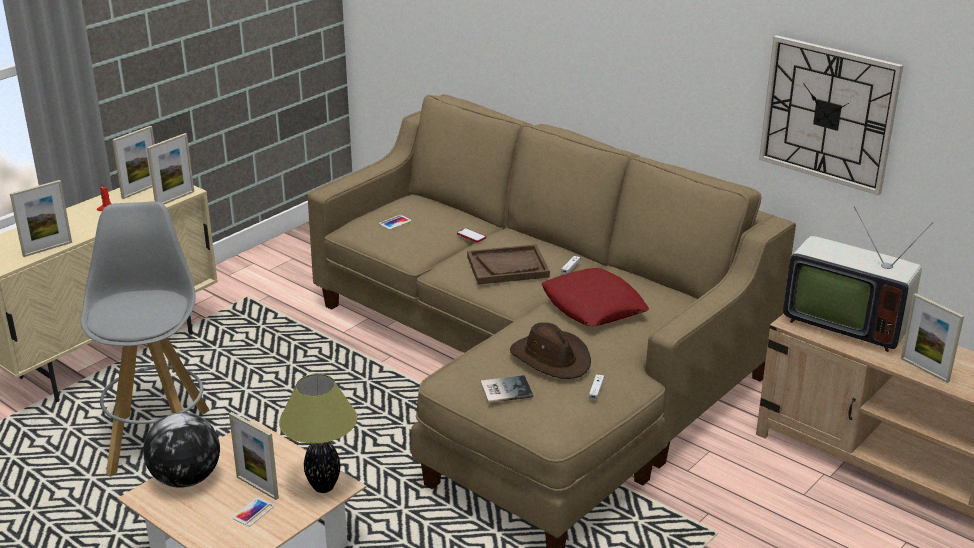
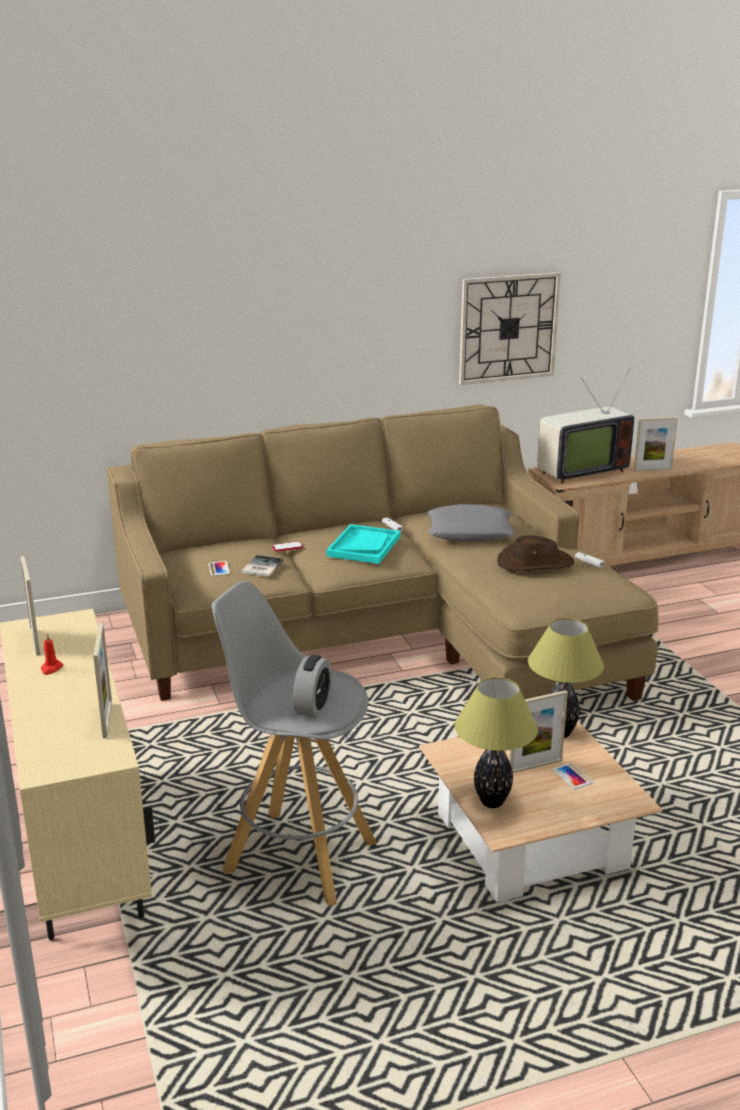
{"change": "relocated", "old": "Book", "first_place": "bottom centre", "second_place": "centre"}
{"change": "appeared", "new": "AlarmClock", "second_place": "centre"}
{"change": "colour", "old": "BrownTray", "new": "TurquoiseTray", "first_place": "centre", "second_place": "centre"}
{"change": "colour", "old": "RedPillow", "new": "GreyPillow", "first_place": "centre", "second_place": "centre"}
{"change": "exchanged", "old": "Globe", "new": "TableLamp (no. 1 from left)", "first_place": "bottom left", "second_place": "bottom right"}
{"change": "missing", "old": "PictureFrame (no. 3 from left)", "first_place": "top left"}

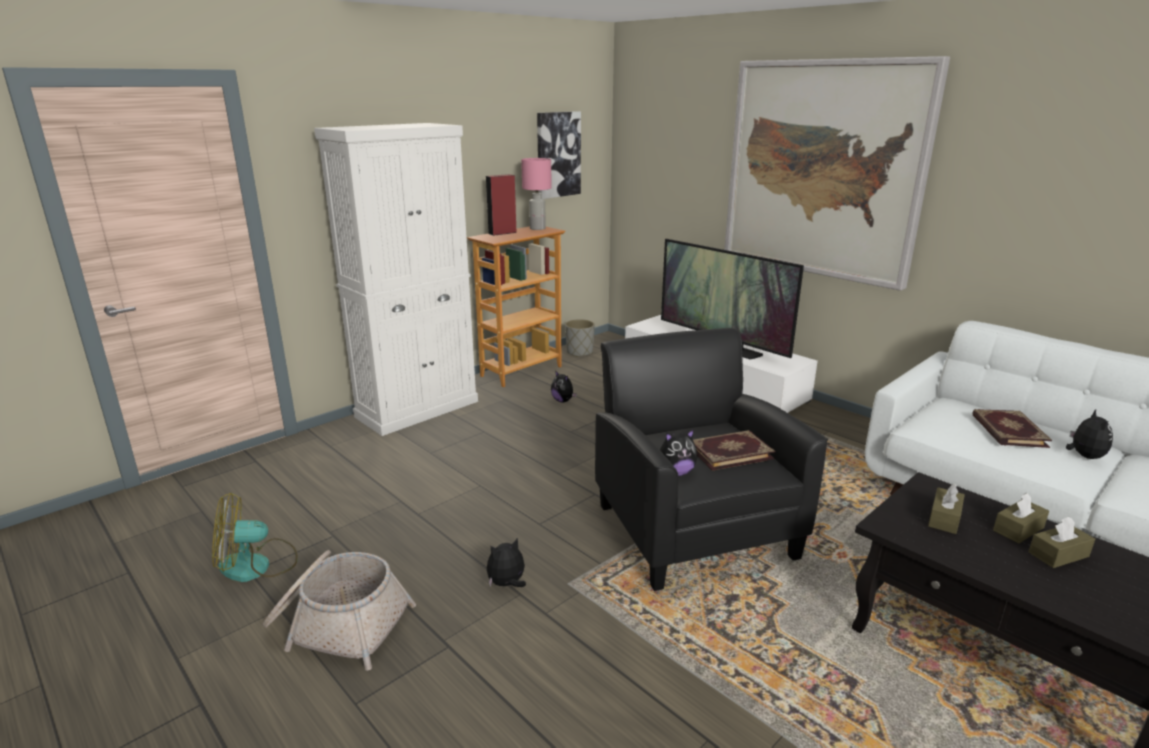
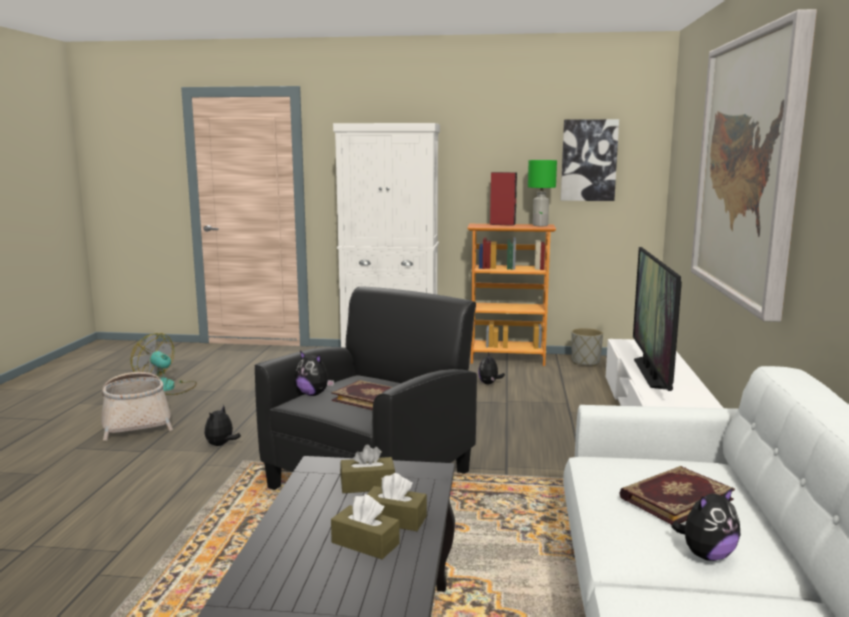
{"change": "spun", "old": "PlushToy (no. 1 from left)", "first_place": "bottom centre", "second_place": "bottom left", "degrees": -90}
{"change": "colour", "old": "PinkTableLamp", "new": "GreenTableLamp", "first_place": "top centre", "second_place": "top centre"}

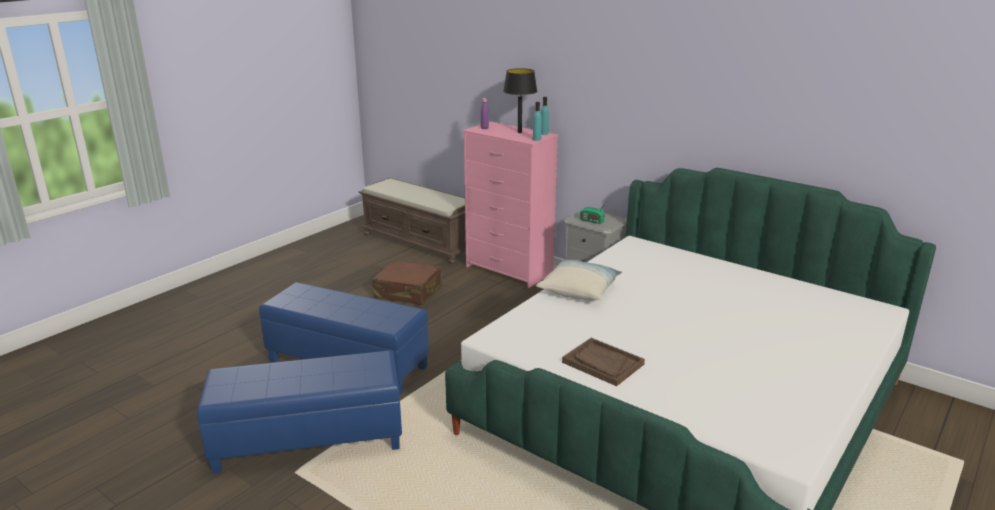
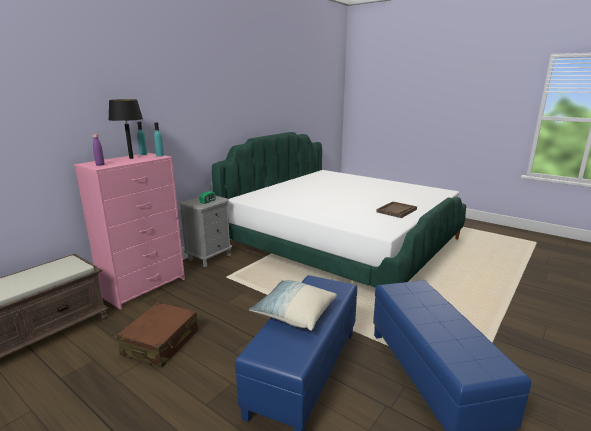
{"change": "relocated", "old": "Pillow", "first_place": "centre", "second_place": "bottom centre"}

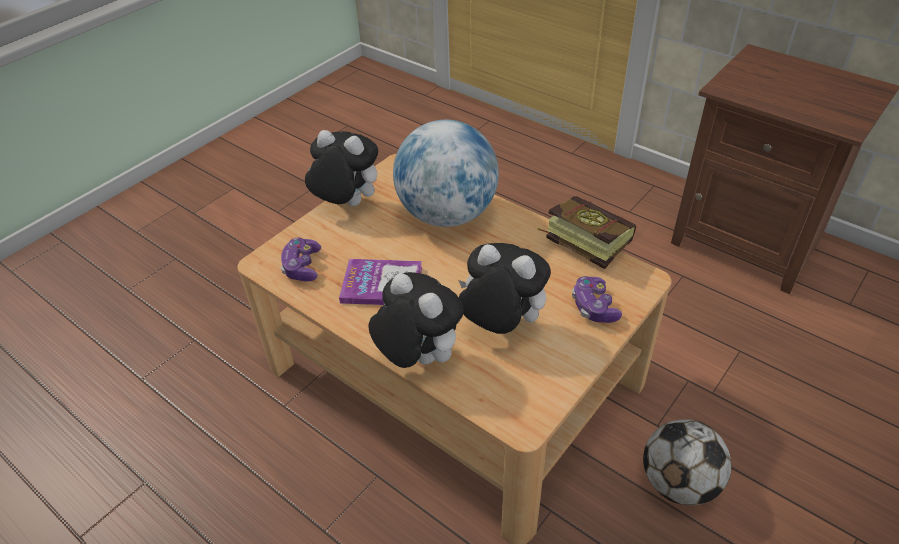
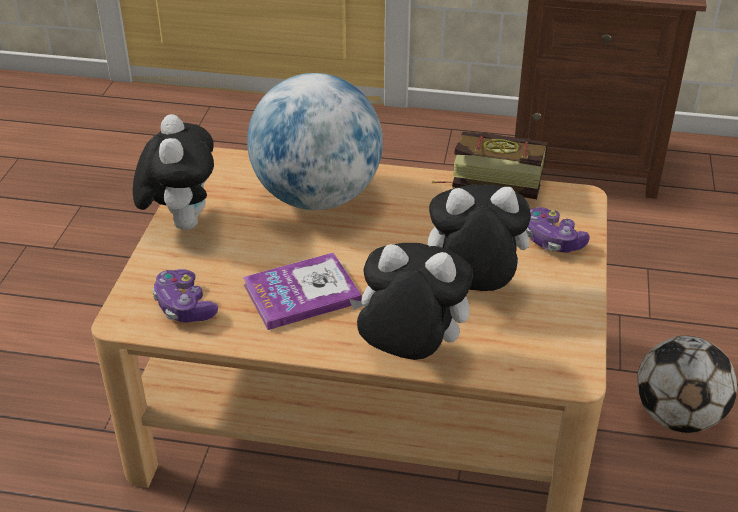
{"change": "spun", "old": "PlushToy (no. 1 from left)", "first_place": "top centre", "second_place": "middle left", "degrees": 90}

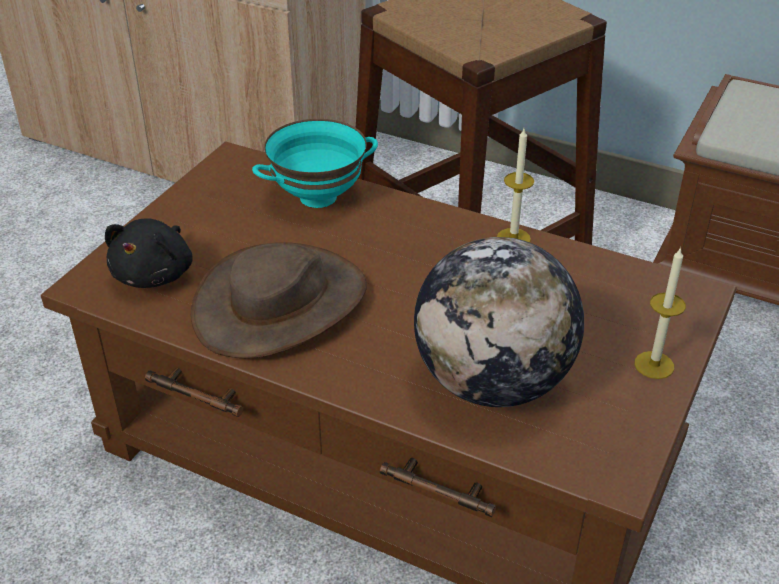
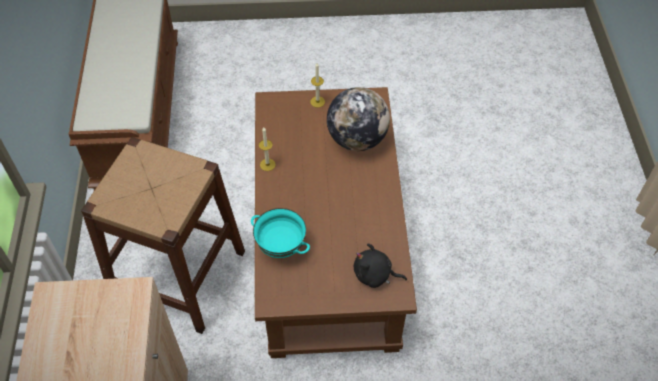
{"change": "spun", "old": "BlackPlushToy", "first_place": "middle left", "second_place": "bottom centre", "degrees": -150}
{"change": "missing", "old": "BrownHat", "first_place": "centre"}

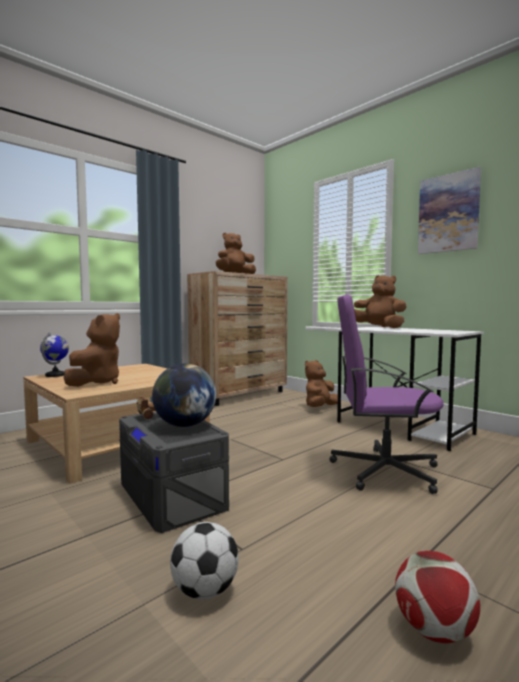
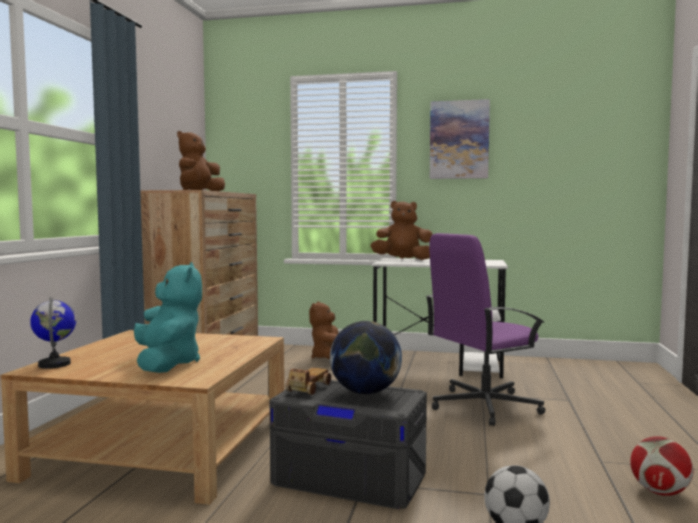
{"change": "colour", "old": "BrownPlushToy (no. 1 from left)", "new": "TurquoisePlushToy", "first_place": "middle left", "second_place": "middle left"}

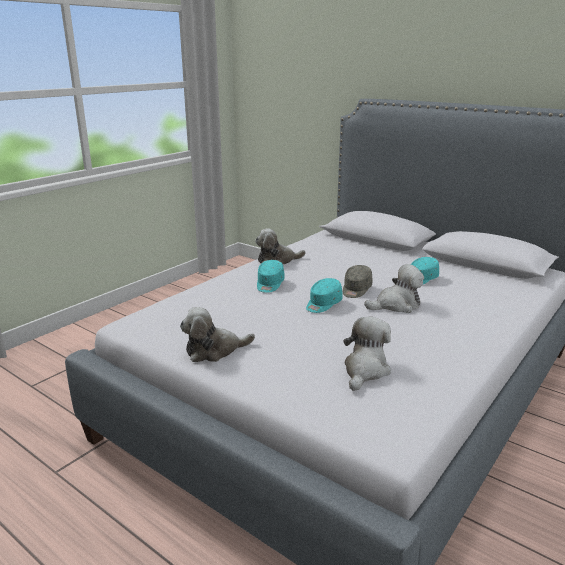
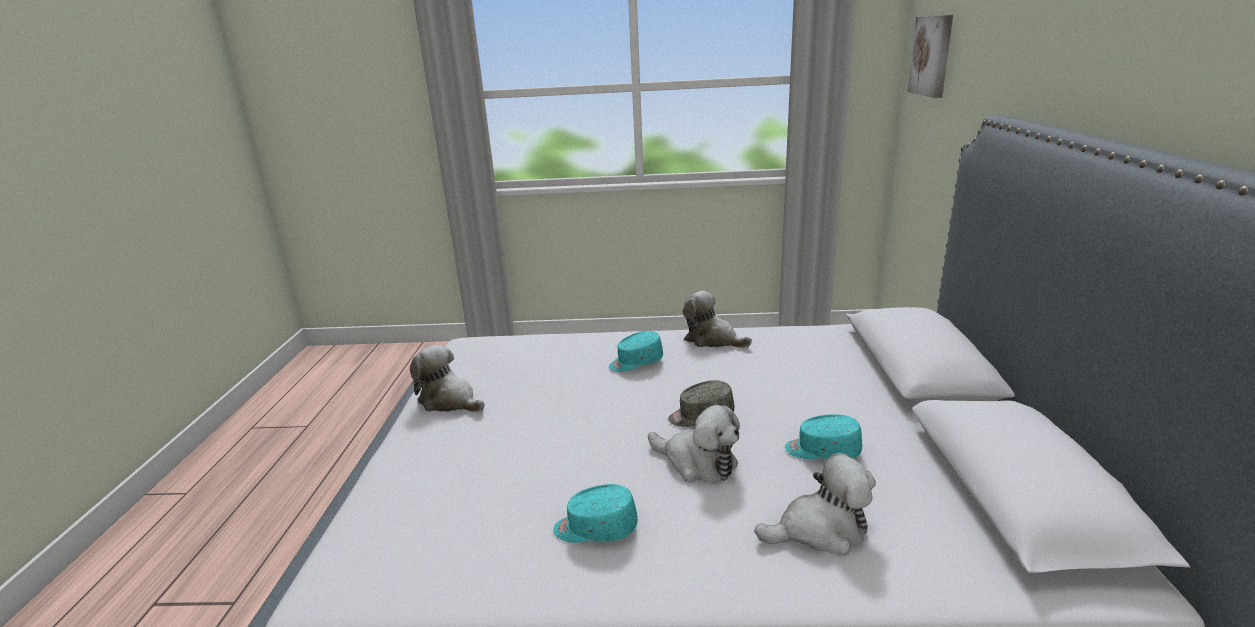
{"change": "relocated", "old": "TurquoiseCap (no. 2 from left in the first image)", "new": "TurquoiseCap (no. 1 from left)", "first_place": "centre", "second_place": "bottom centre"}
{"change": "relocated", "old": "PlushToy (no. 3 from left in the first image)", "new": "PlushToy (no. 4 from left)", "first_place": "centre", "second_place": "bottom centre"}
{"change": "appeared", "new": "Picture", "second_place": "top right"}

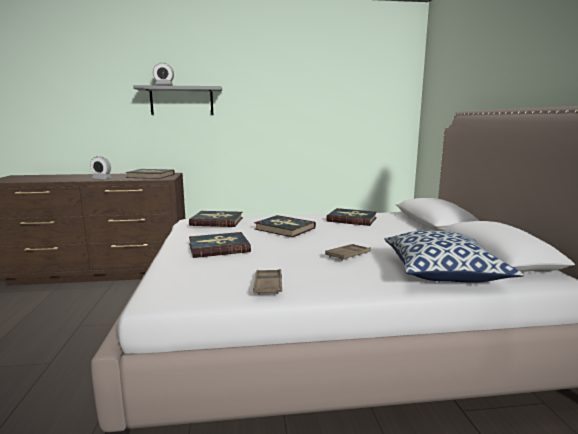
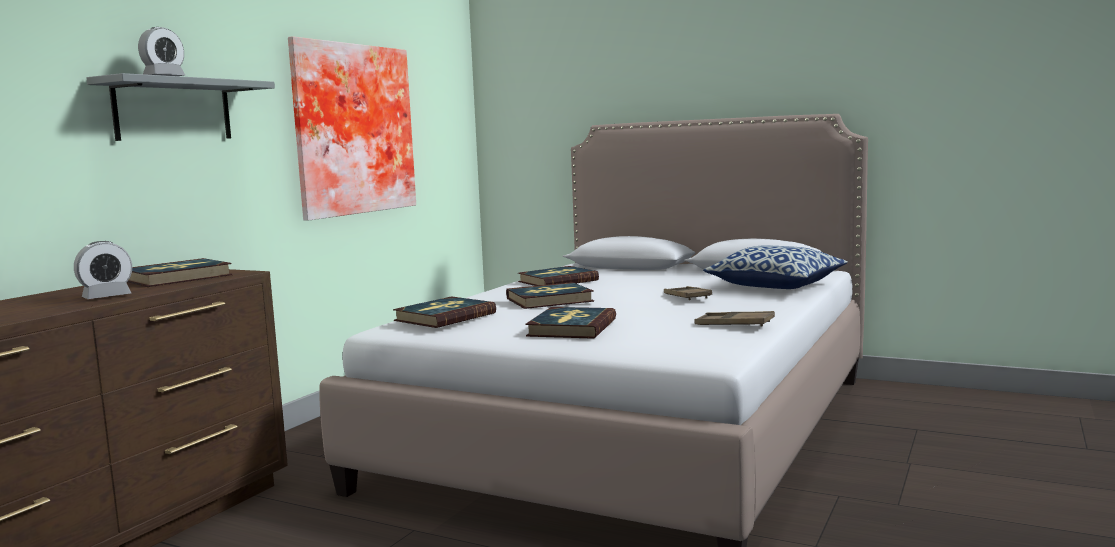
{"change": "appeared", "new": "Picture", "second_place": "top left"}

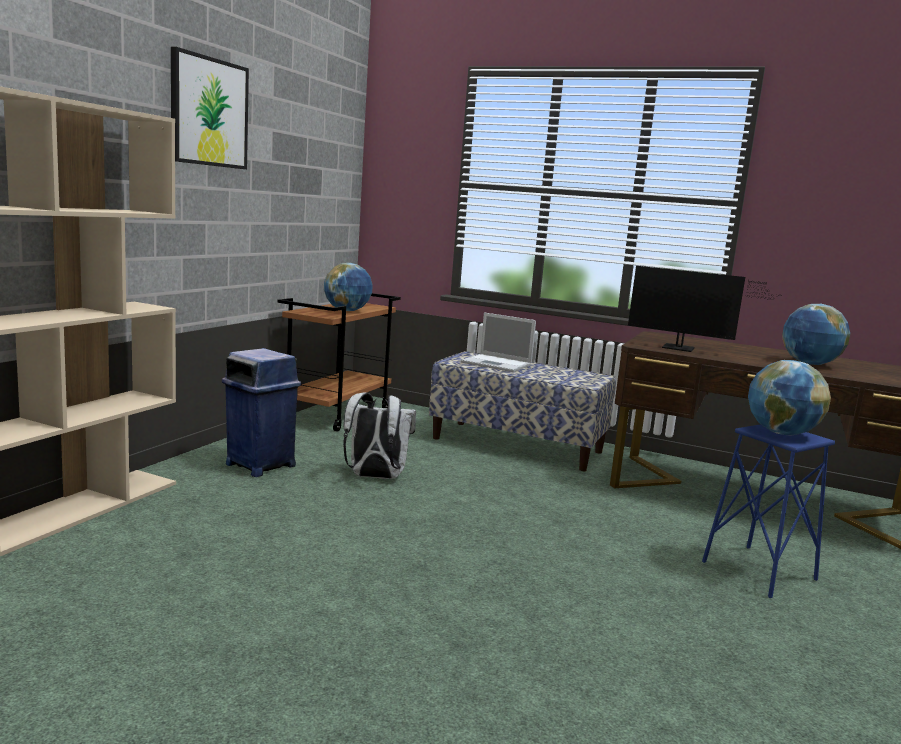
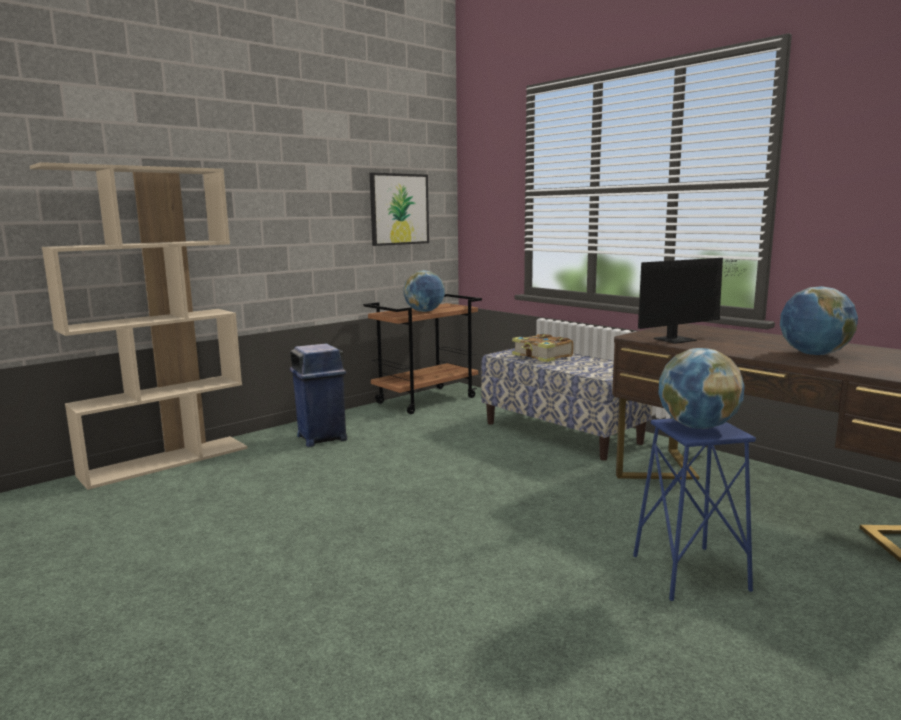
{"change": "relocated", "old": "Picture", "first_place": "top left", "second_place": "top centre"}
{"change": "exchanged", "old": "Laptop", "new": "Book", "first_place": "centre", "second_place": "centre"}
{"change": "spun", "old": "Monitor", "first_place": "middle right", "second_place": "middle right", "degrees": -75}
{"change": "missing", "old": "WhiteBackpack", "first_place": "centre"}

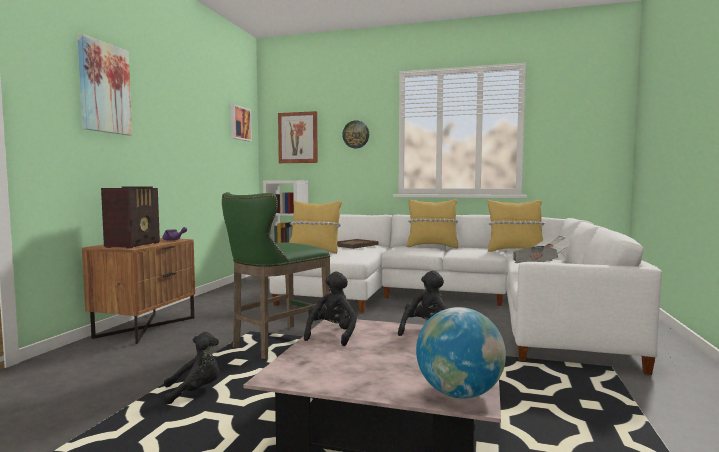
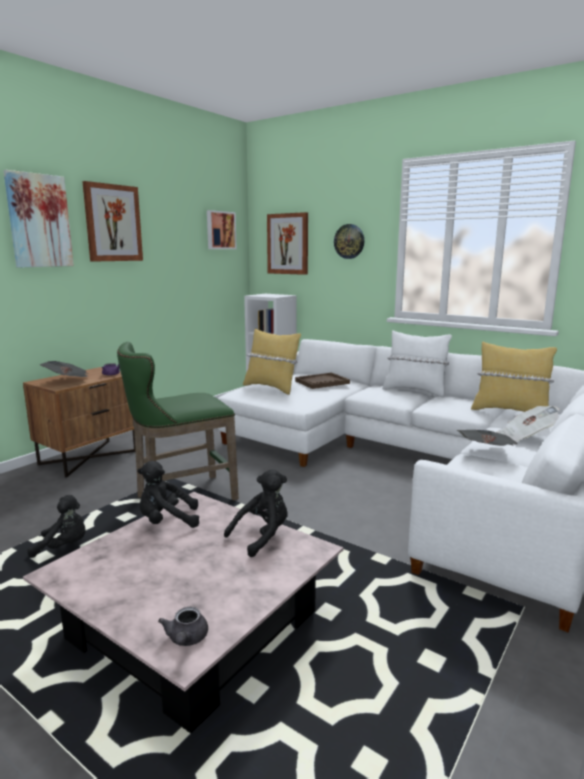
{"change": "exchanged", "old": "Radio", "new": "Newspaper (no. 1 from left)", "first_place": "middle left", "second_place": "middle left"}
{"change": "appeared", "new": "Picture (no. 2 from left)", "second_place": "top left"}
{"change": "spun", "old": "BlackPlushToy (no. 2 from left)", "first_place": "bottom centre", "second_place": "middle left", "degrees": -135}
{"change": "exchanged", "old": "Globe", "new": "GreyTeapot", "first_place": "bottom centre", "second_place": "bottom left"}
{"change": "colour", "old": "YellowPillow (no. 2 from left)", "new": "WhitePillow", "first_place": "centre", "second_place": "middle right"}

